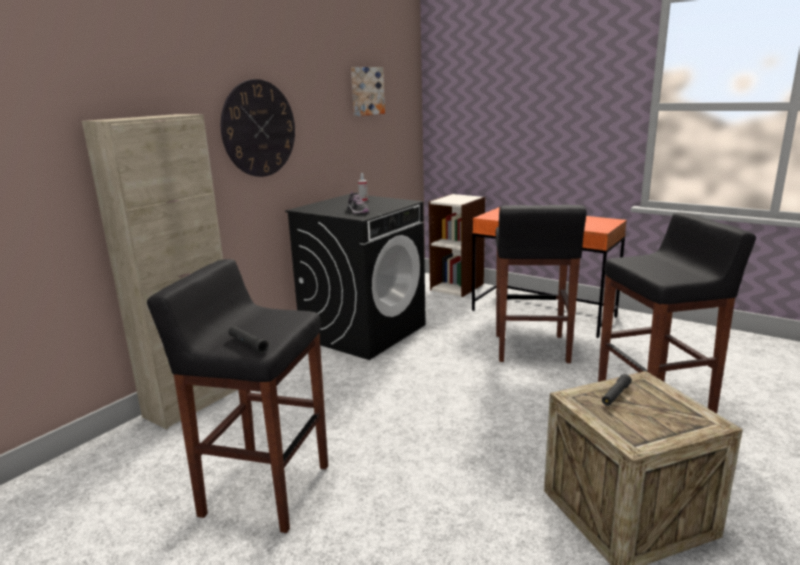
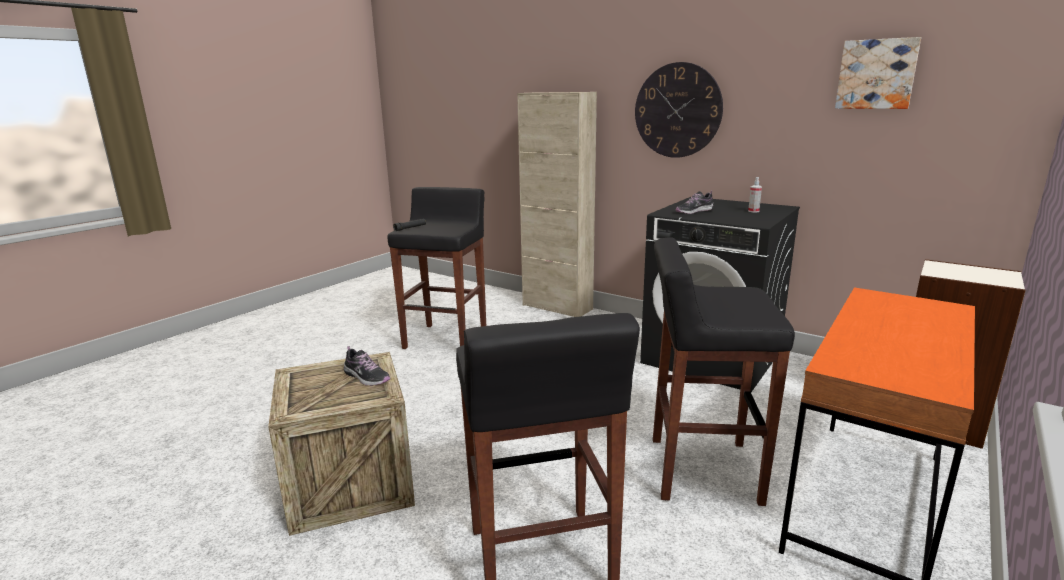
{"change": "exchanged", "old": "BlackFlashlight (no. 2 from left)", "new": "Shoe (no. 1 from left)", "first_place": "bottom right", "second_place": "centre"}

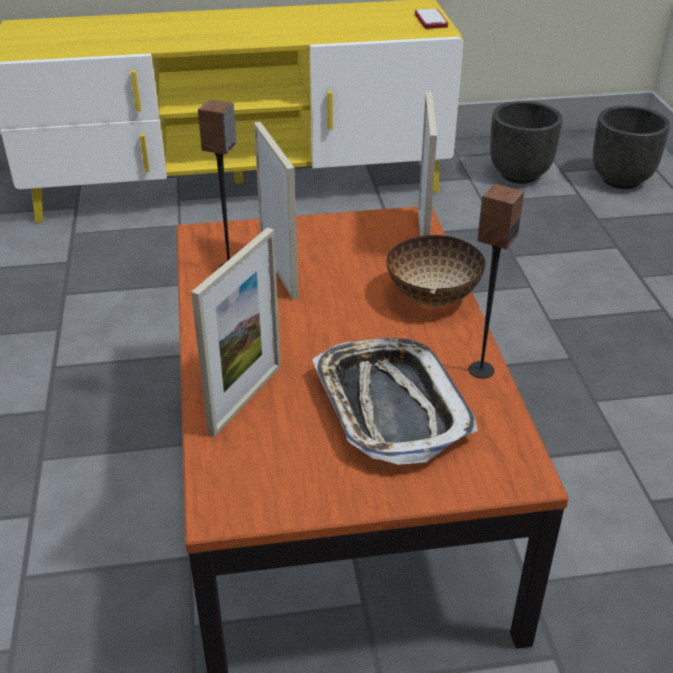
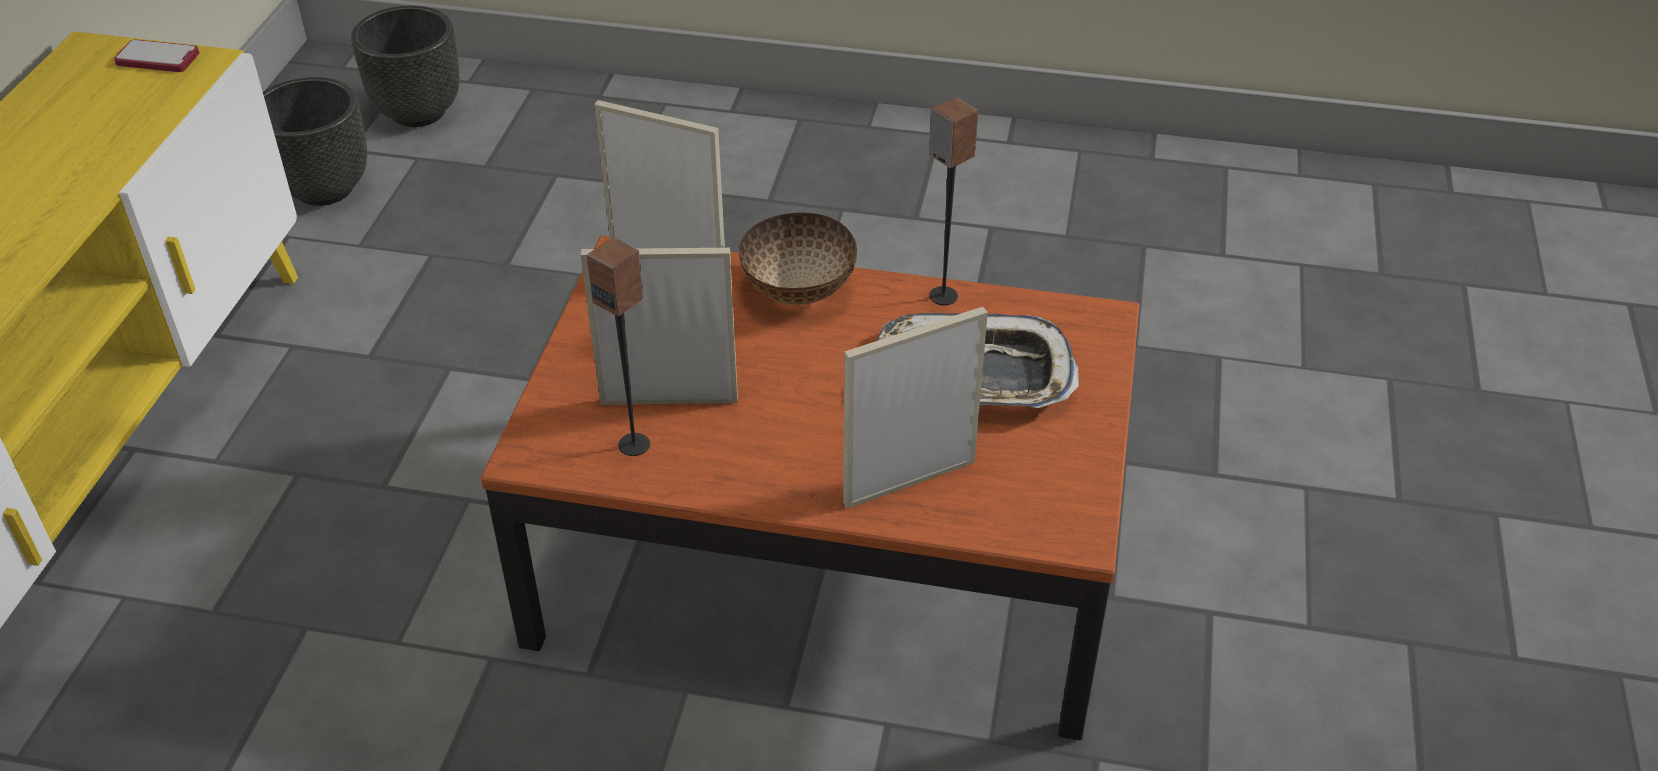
{"change": "spun", "old": "PictureFrame (no. 1 from left in the first image)", "first_place": "centre", "second_place": "centre", "degrees": -75}

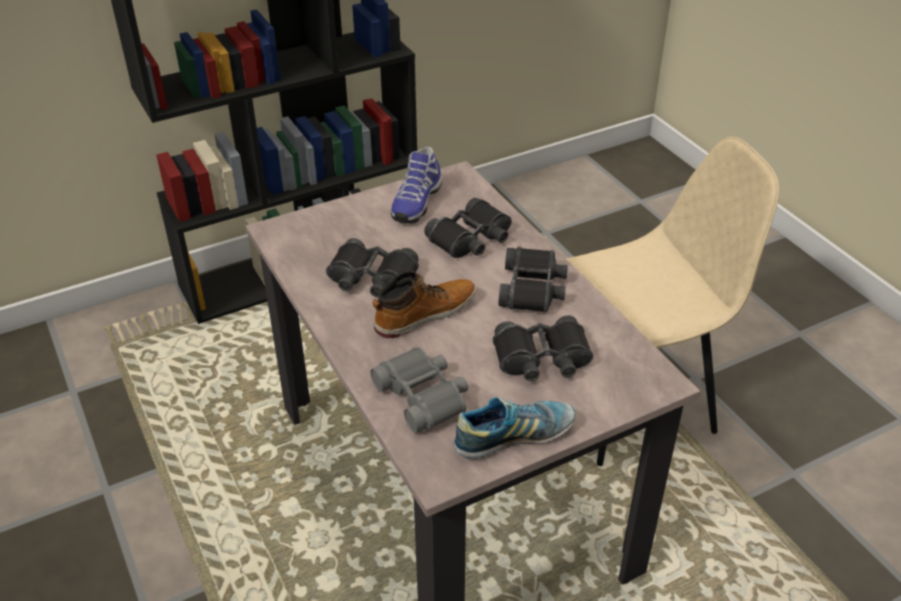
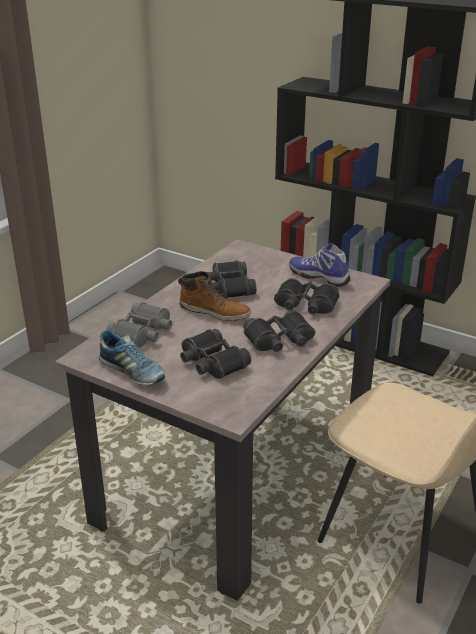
{"change": "spun", "old": "Shoe (no. 1 from left in the first image)", "first_place": "top centre", "second_place": "middle right", "degrees": 45}

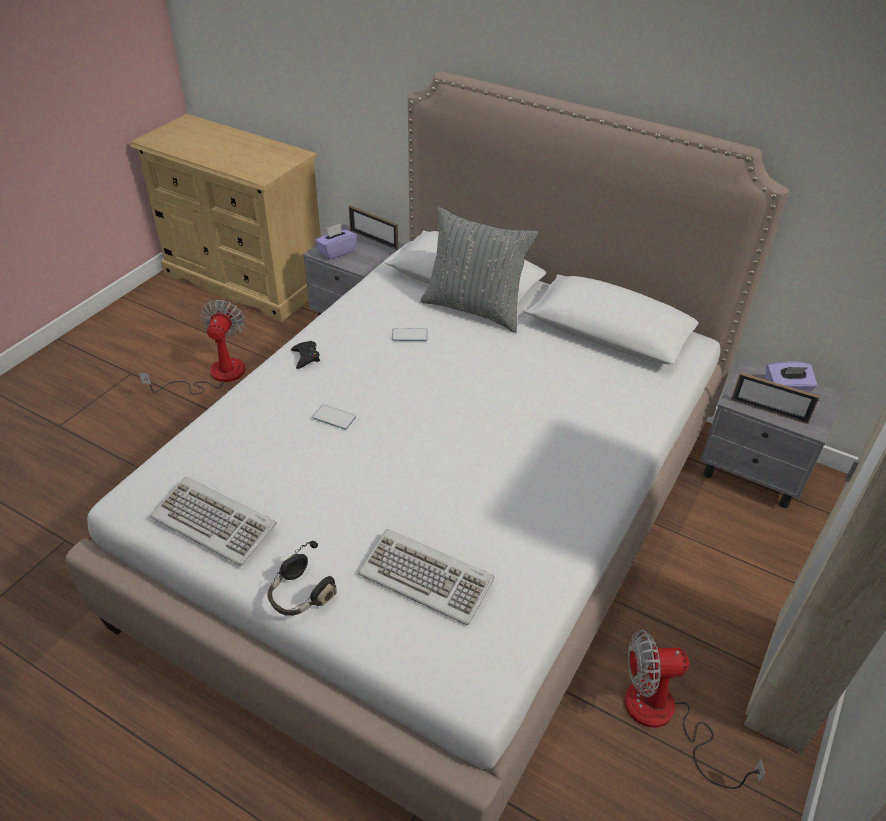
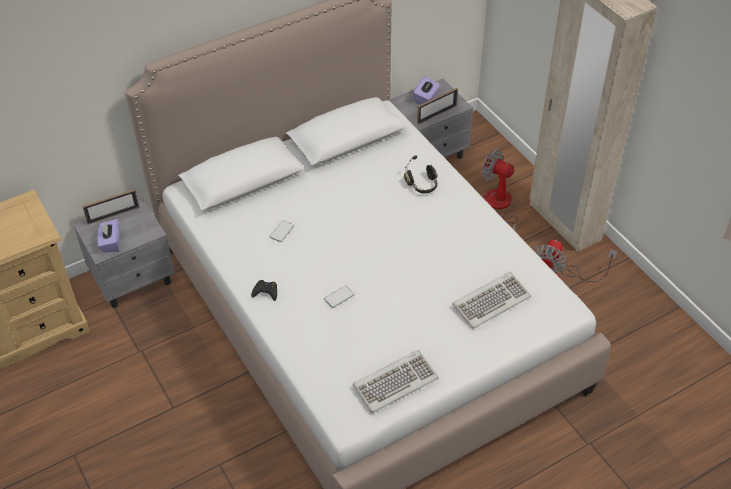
{"change": "relocated", "old": "BlackHeadphones", "first_place": "bottom centre", "second_place": "centre"}
{"change": "relocated", "old": "Fan (no. 1 from left)", "first_place": "middle left", "second_place": "middle right"}
{"change": "missing", "old": "GreyPillow", "first_place": "top centre"}

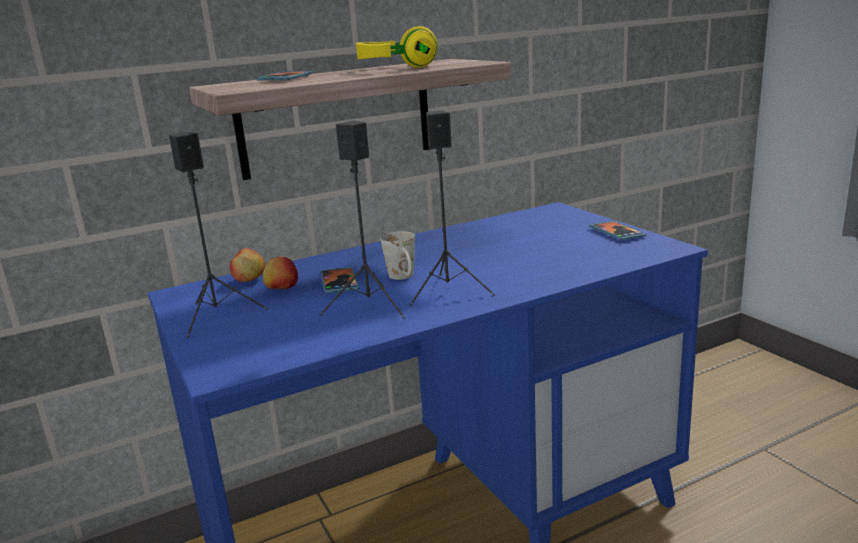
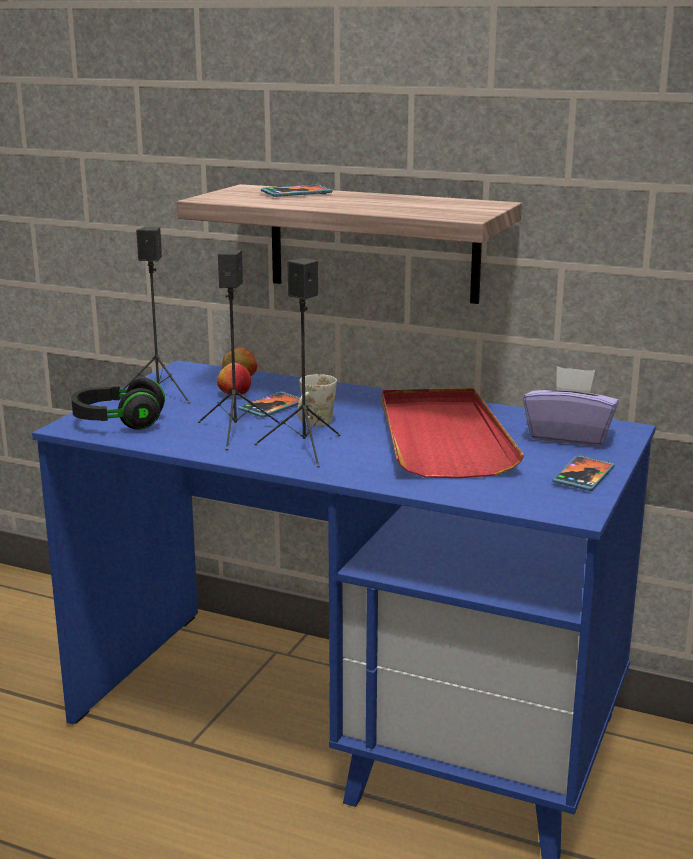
{"change": "appeared", "new": "BlackHeadphones", "second_place": "middle left"}
{"change": "appeared", "new": "RedTray", "second_place": "centre"}
{"change": "appeared", "new": "PurpleTissueBox", "second_place": "middle right"}
{"change": "missing", "old": "YellowHeadphones", "first_place": "top centre"}

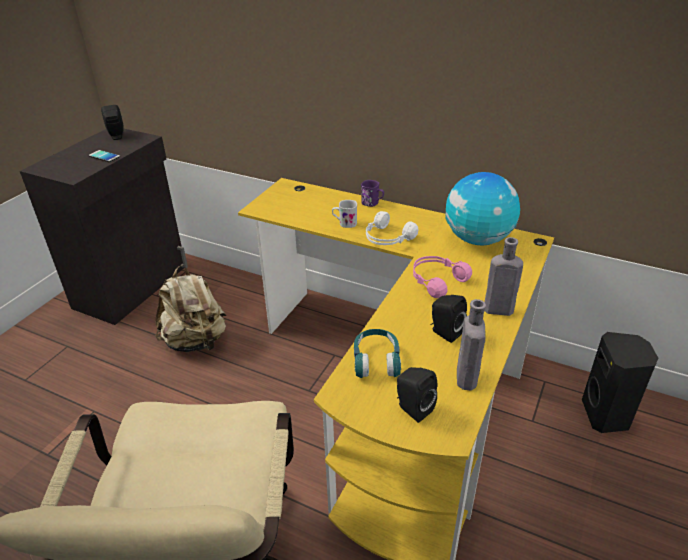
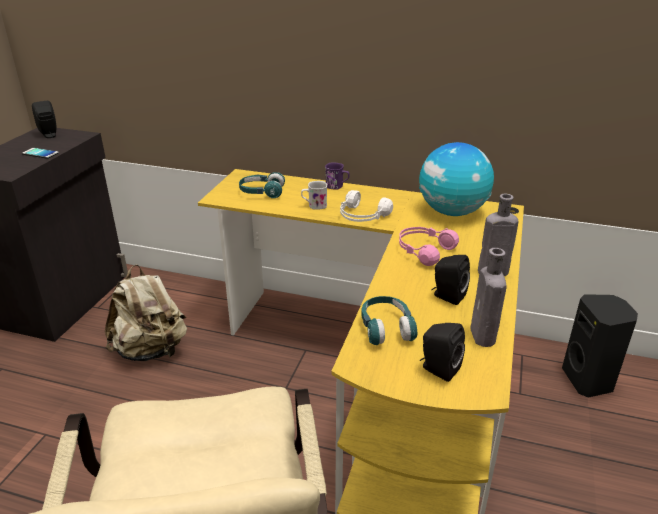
{"change": "appeared", "new": "TurquoiseHeadphones (no. 1 from left)", "second_place": "centre"}

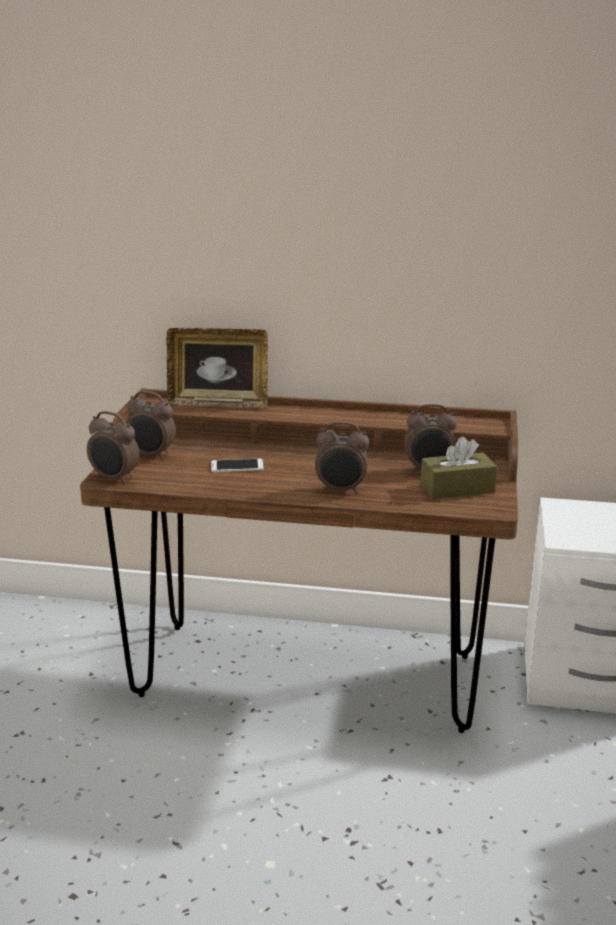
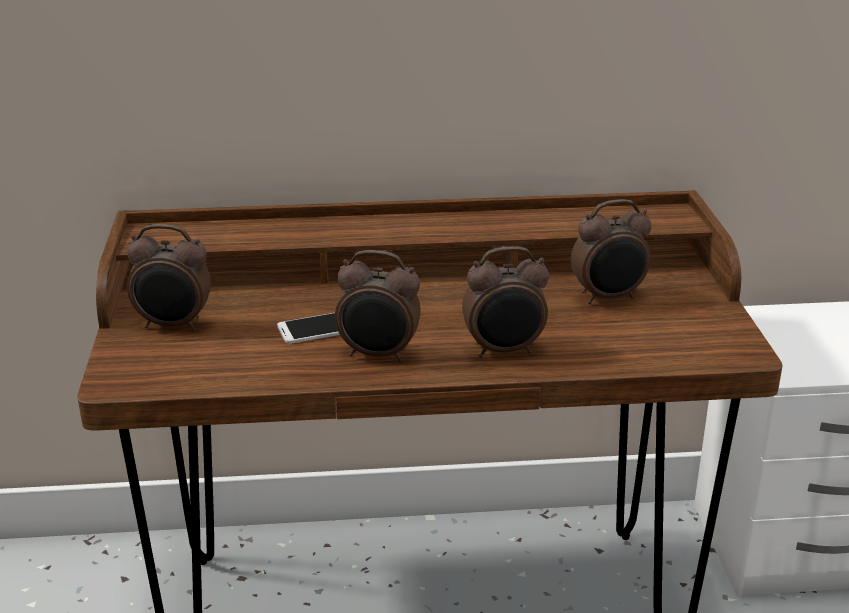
{"change": "relocated", "old": "AlarmClock (no. 1 from left in the first image)", "new": "AlarmClock (no. 2 from left)", "first_place": "middle left", "second_place": "centre"}
{"change": "missing", "old": "PictureFrame", "first_place": "centre"}
{"change": "missing", "old": "BrownTissueBox", "first_place": "middle right"}

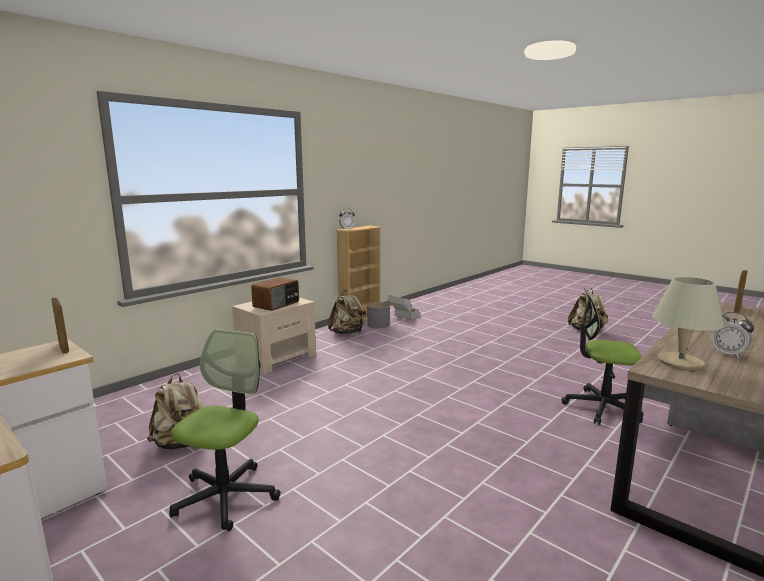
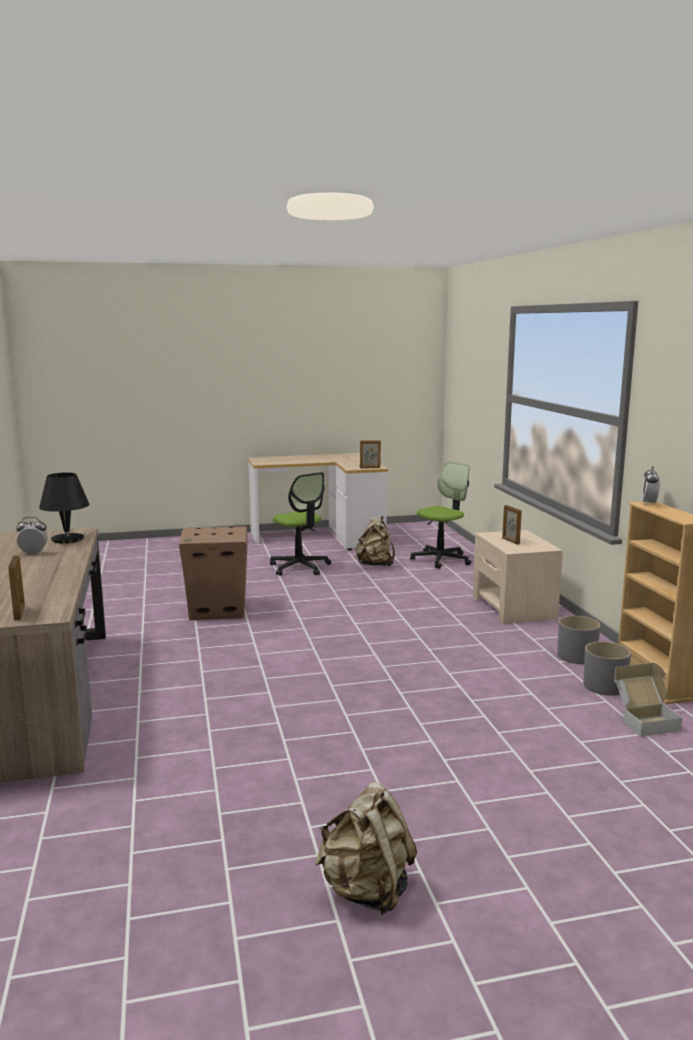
{"change": "colour", "old": "BeigeTableLamp", "new": "BlackTableLamp", "first_place": "middle right", "second_place": "middle left"}
{"change": "appeared", "new": "CardboardBox (no. 1 from left)", "second_place": "middle left"}
{"change": "relocated", "old": "OfficeChair (no. 2 from left)", "first_place": "middle right", "second_place": "centre"}
{"change": "exchanged", "old": "Radio", "new": "PictureFrame (no. 3 from left)", "first_place": "centre", "second_place": "middle right"}
{"change": "exchanged", "old": "BeigeBackpack (no. 2 from left)", "new": "GreyPlanter (no. 1 from left)", "first_place": "centre", "second_place": "middle right"}

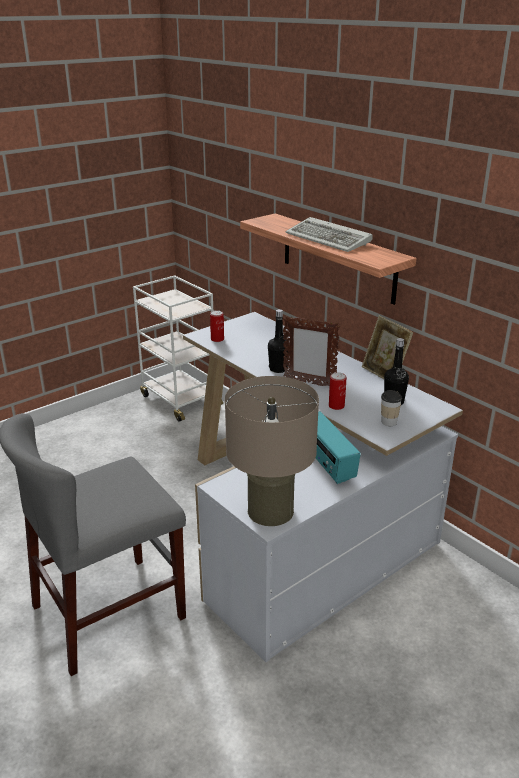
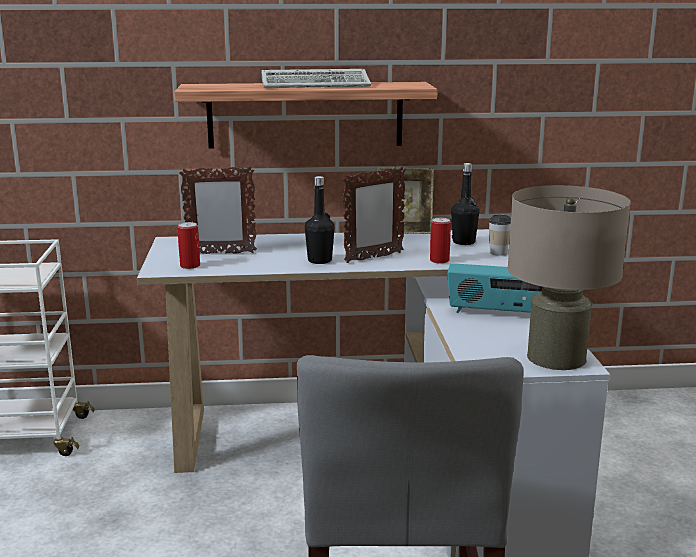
{"change": "appeared", "new": "PictureFrame (no. 1 from left)", "second_place": "middle left"}

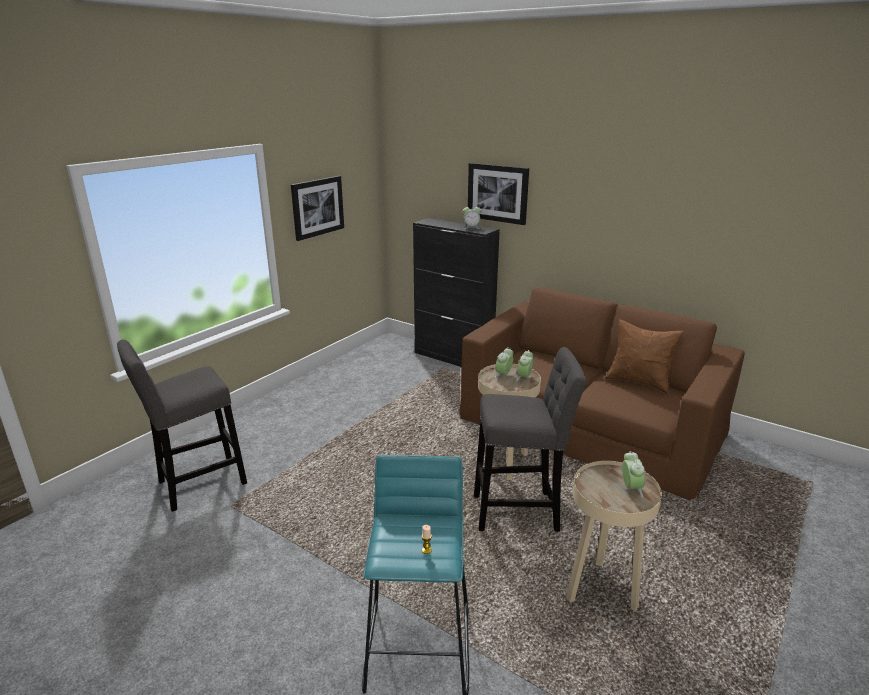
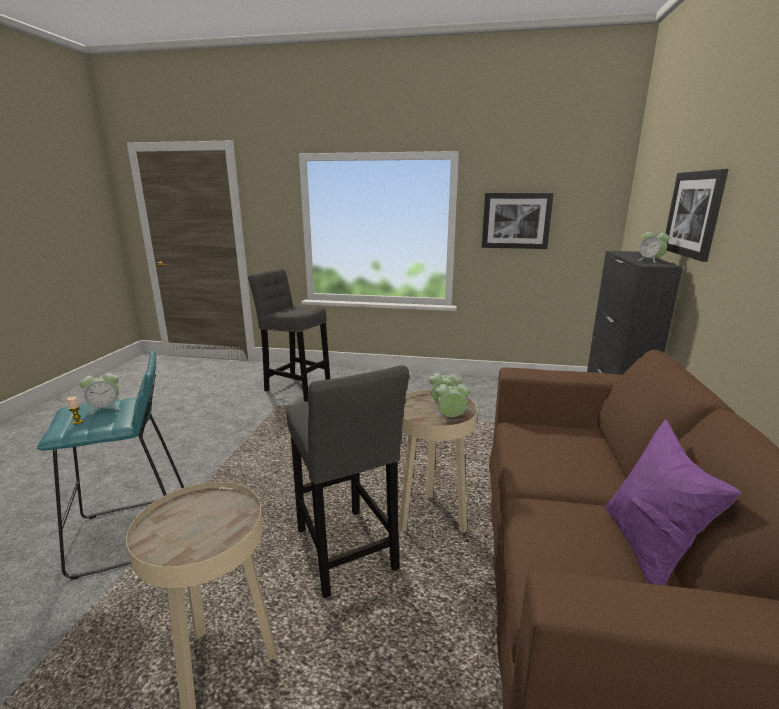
{"change": "relocated", "old": "AlarmClock (no. 4 from left in the first image)", "new": "AlarmClock (no. 1 from left)", "first_place": "bottom right", "second_place": "middle left"}
{"change": "colour", "old": "BrownPillow", "new": "PurplePillow", "first_place": "middle right", "second_place": "bottom right"}

